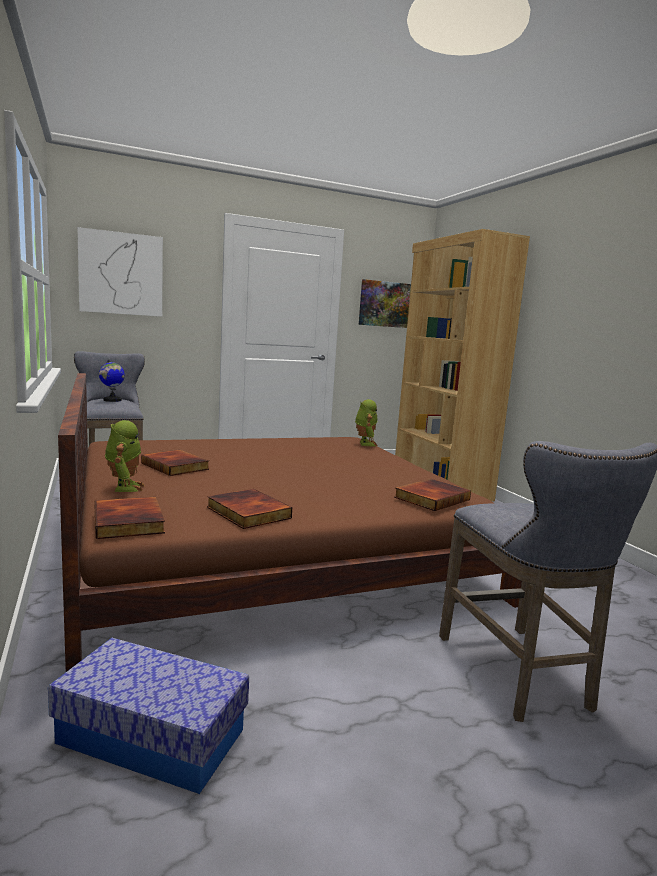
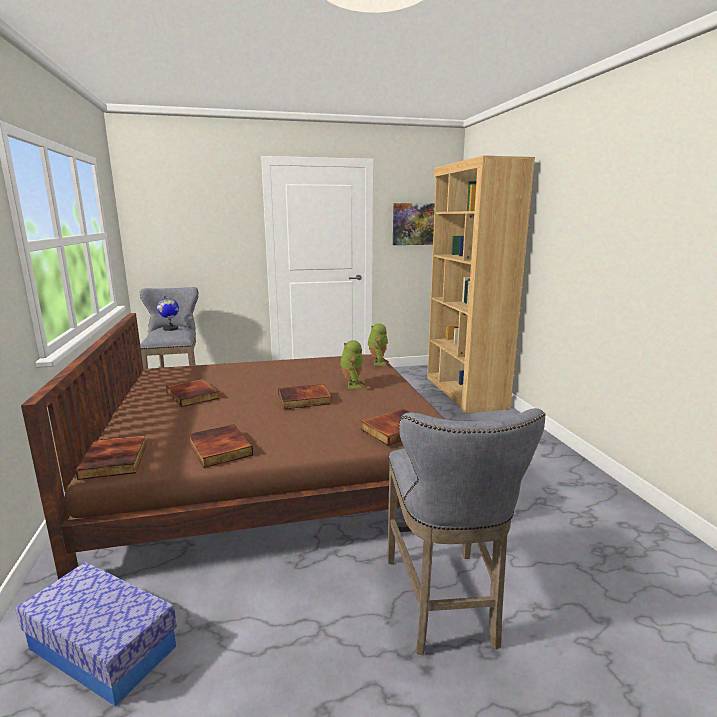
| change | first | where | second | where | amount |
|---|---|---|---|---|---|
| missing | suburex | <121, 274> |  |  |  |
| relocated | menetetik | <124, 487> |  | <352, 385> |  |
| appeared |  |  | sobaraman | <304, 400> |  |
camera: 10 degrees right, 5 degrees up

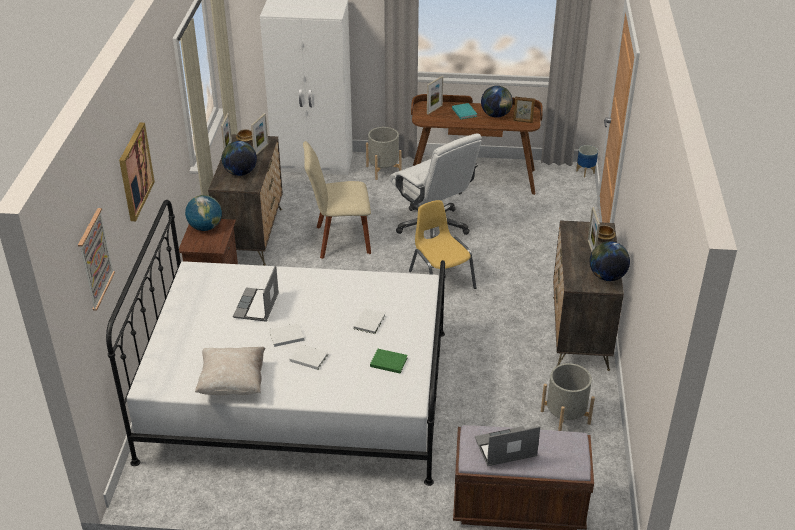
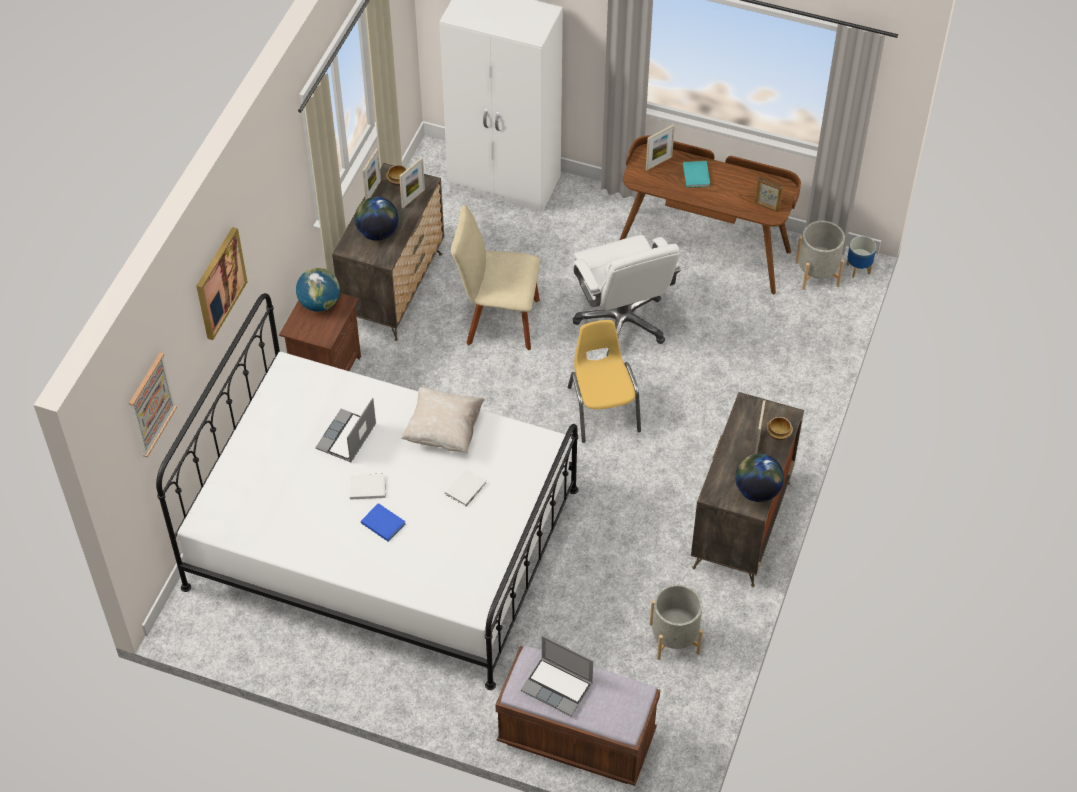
| change | first | where | second | where | amount |
|---|---|---|---|---|---|
| relocated | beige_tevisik | <232, 383> |  | <443, 431> |  |
| colour | white_sobaraman | <308, 357> | blue_sobaraman | <382, 522> |  |
| relocated | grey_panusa | <383, 170> |  | <817, 274> |  |
| missing | green_sobaraman | <388, 361> |  |  |  |
| spun | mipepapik | <505, 448> |  | <558, 687> | 150 degrees counterclockwise |
| missing | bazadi | <496, 115> |  |  |  |
camera: 15 degrees right, 15 degrees up

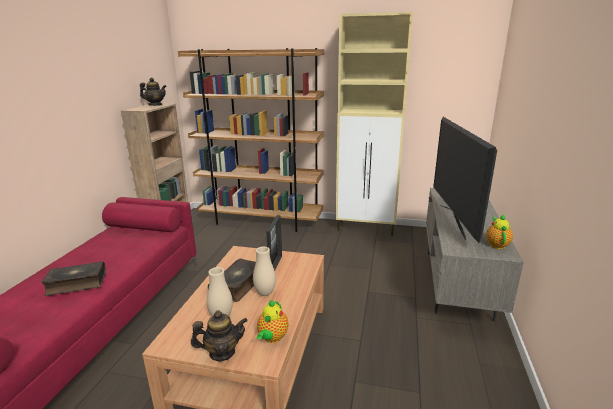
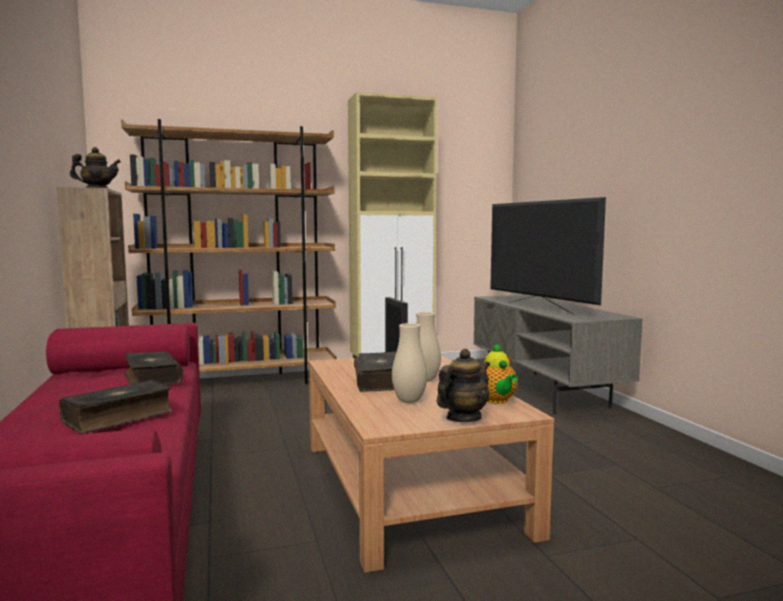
| change | first | where | second | where | amount |
|---|---|---|---|---|---|
| missing | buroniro | <496, 244> |  |  |  |
| appeared |  |  | sobaraman | <151, 379> |  |
camera: 30 degrees left, 15 degrees down

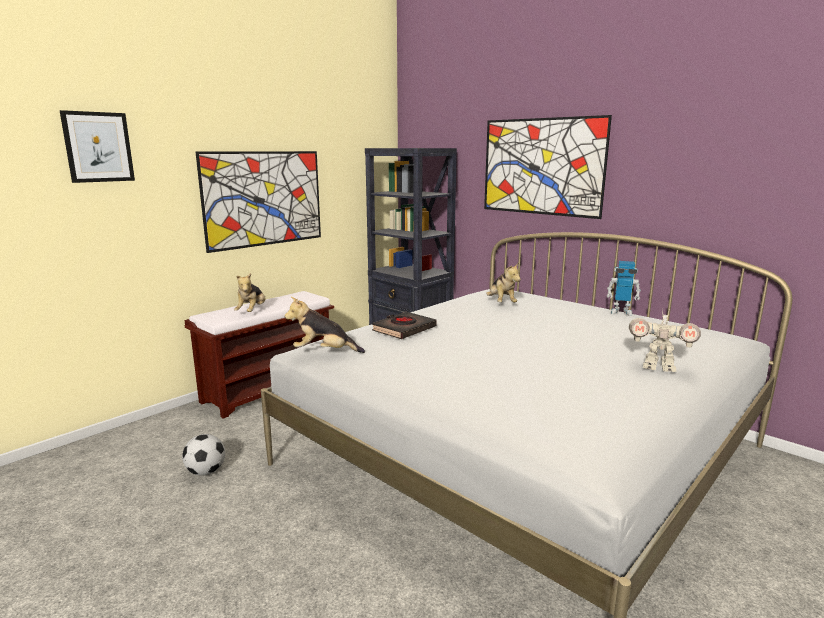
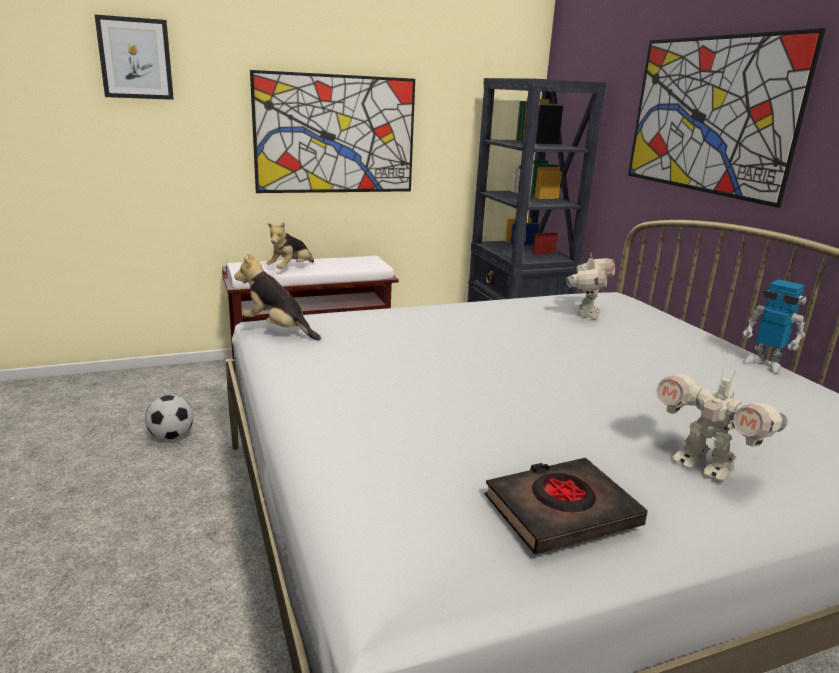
| change | first | where | second | where | amount |
|---|---|---|---|---|---|
| relocated | black_sobaraman | <404, 329> |  | <561, 511> |  |
| exchanged | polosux | <501, 303> | menetetik | <586, 313> |  |
camera: 25 degrees right, 5 degrees up

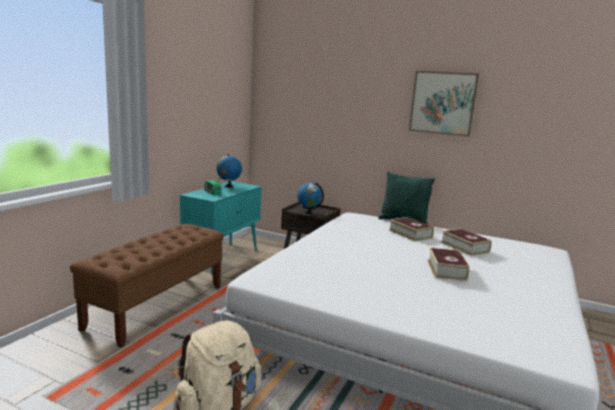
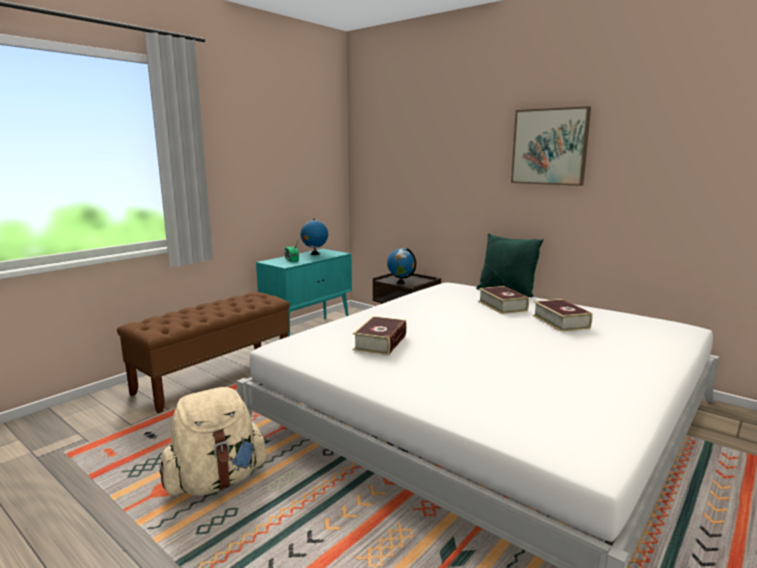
| change | first | where | second | where | amount |
|---|---|---|---|---|---|
| relocated | sobaraman | <446, 270> |  | <380, 342> |  |
camera: 15 degrees right, 0 degrees up

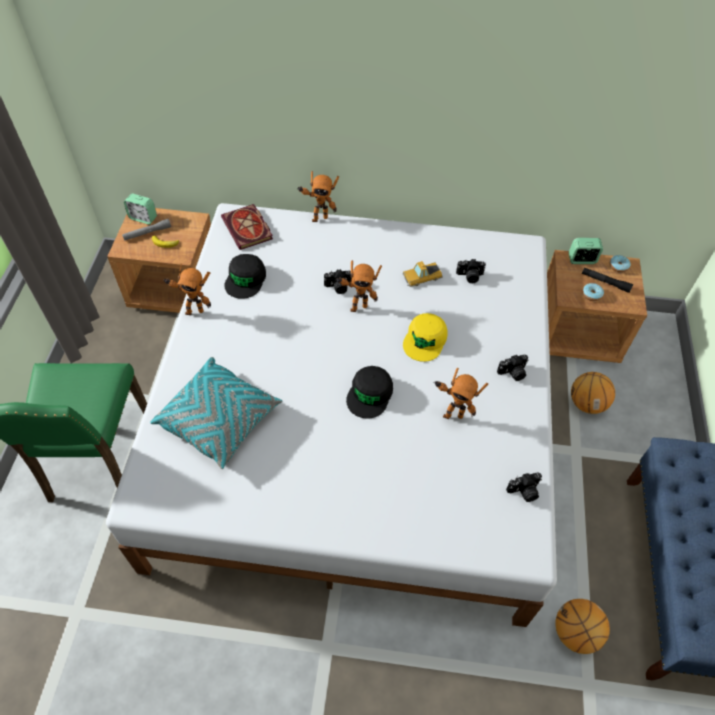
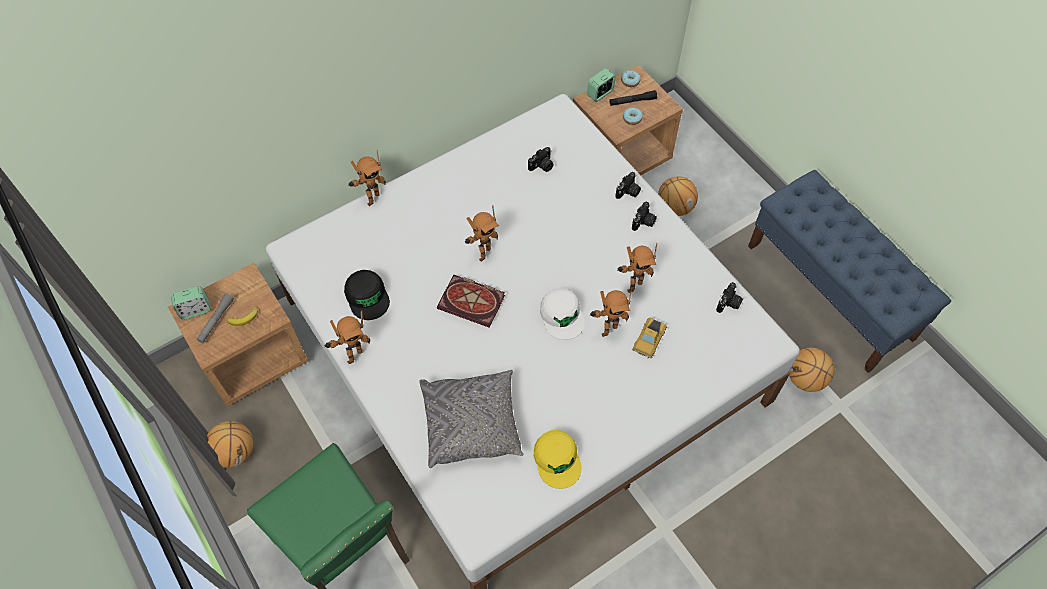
| change | first | where | second | where | amount |
|---|---|---|---|---|---|
| colour | turquoise_tevisik | <220, 420> | grey_tevisik | <471, 423> |  |
| relocated | sobaraman | <248, 229> |  | <473, 302> |  |
| relocated | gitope | <338, 287> |  | <628, 192> |  |
| colour | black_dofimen | <370, 394> | white_dofimen | <562, 316> |  |
| relocated | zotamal | <421, 276> |  | <648, 339> |  |
| relocated | yellow_dofimen | <425, 340> |  | <557, 459> |  |
| appeared |  |  | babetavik | <235, 452> |  |
| appeared |  |  | menetetik | <607, 329> |  |
camera: 40 degrees left, 5 degrees up

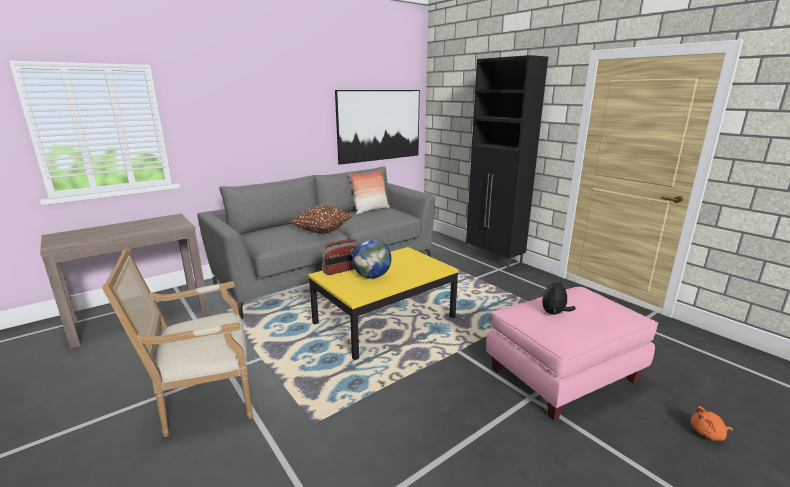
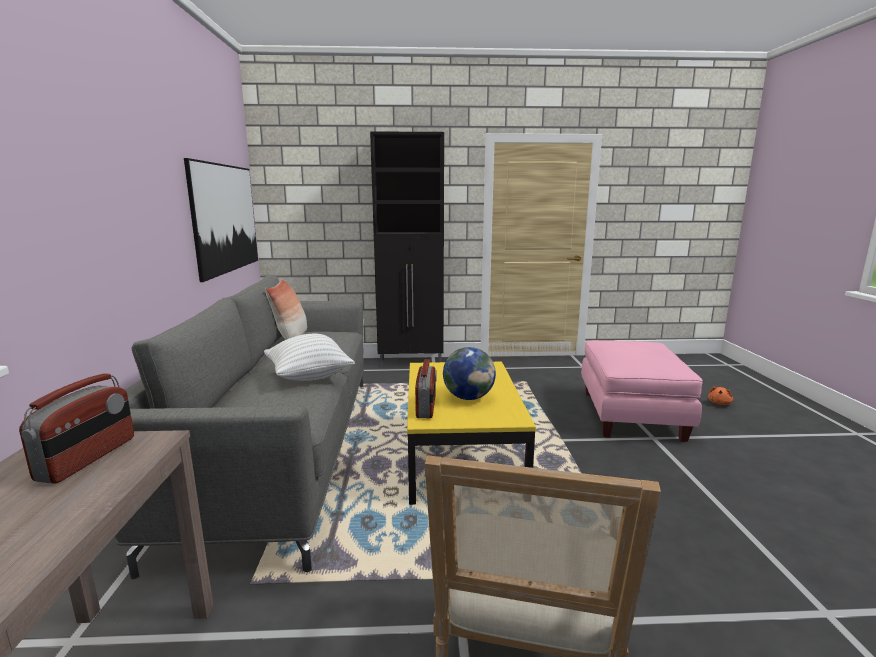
| change | first | where | second | where | amount |
|---|---|---|---|---|---|
| colour | brown_tevisik | <322, 231> | white_tevisik | <309, 377> |  |
| missing | polosux | <554, 313> |  |  |  |
| appeared |  |  | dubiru | <88, 458> |  |
camera: 55 degrees left, 5 degrees down

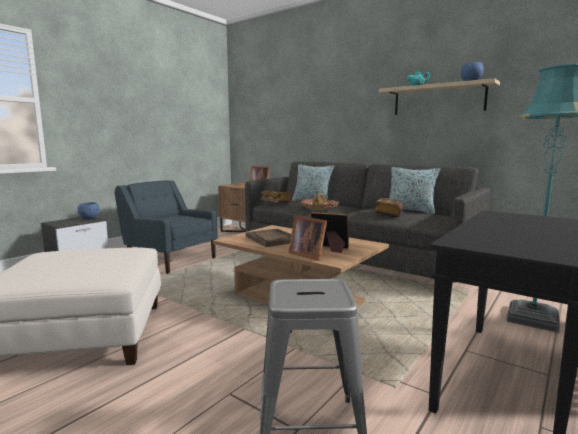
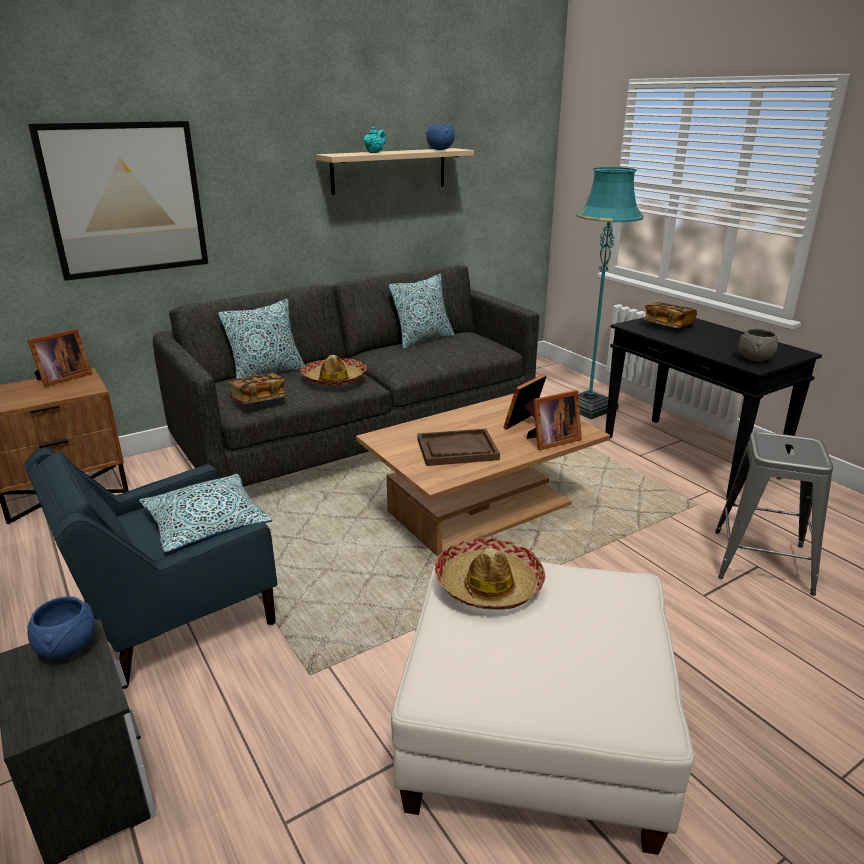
| change | first | where | second | where | amount |
|---|---|---|---|---|---|
| relocated | sobaraman | <388, 214> |  | <667, 326> |  |
| appeared |  |  | suburex | <125, 199> |  |
| appeared |  |  | tevisik | <206, 524> |  |
| appeared |  |  | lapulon | <488, 584> |  |
| appeared |  |  | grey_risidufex | <755, 360> |  |
camera: 70 degrees left, 15 degrees up

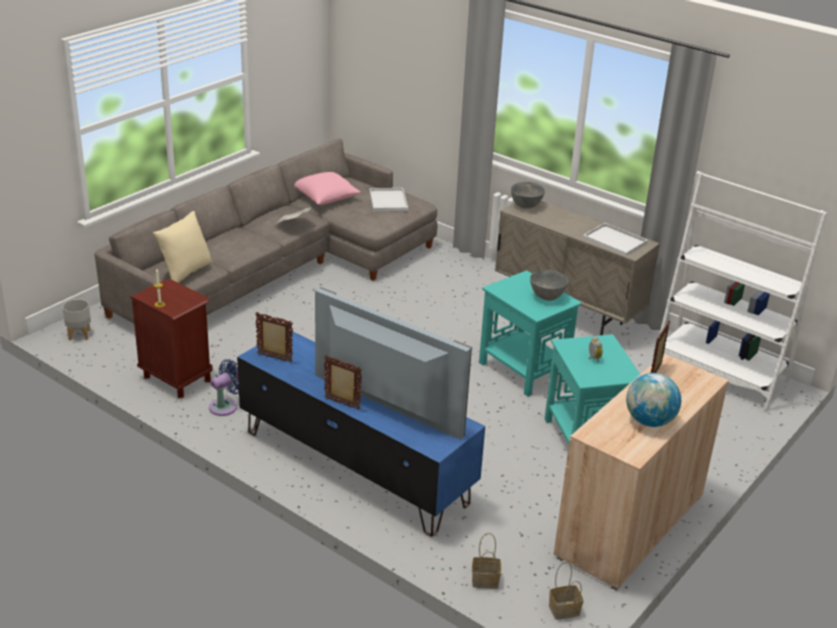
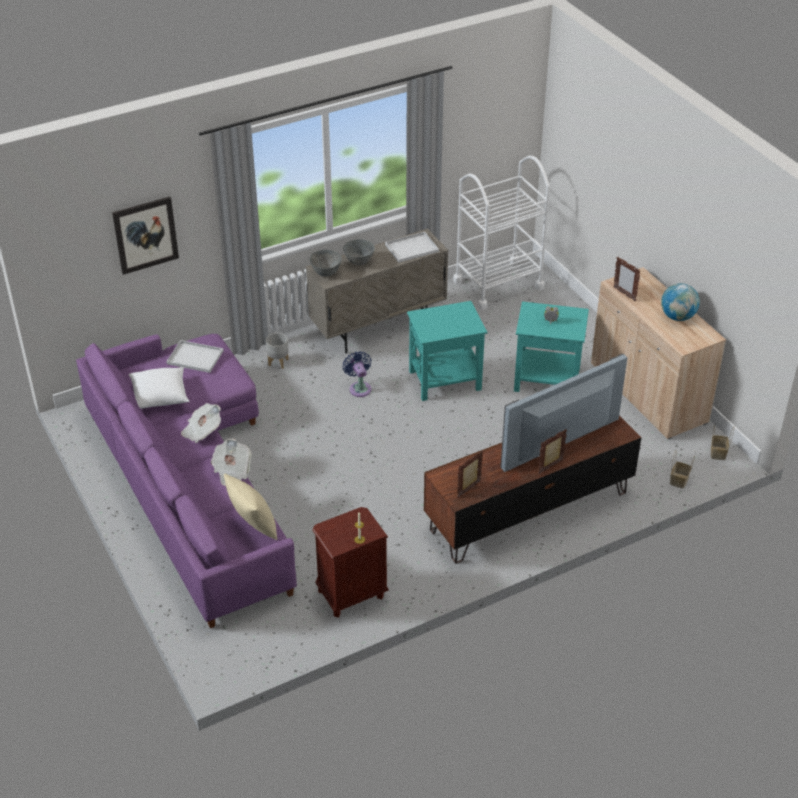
| change | first | where | second | where | amount |
|---|---|---|---|---|---|
| relocated | grey_panusa | <79, 334> |  | <278, 362> |  |
| colour | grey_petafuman | <281, 267> | purple_petafuman | <191, 479> |  |
| relocated | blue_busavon | <226, 406> |  | <359, 388> |  |
| colour | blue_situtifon | <354, 466> | brown_situtifon | <528, 511> |  |
| colour | pink_tevisik | <325, 198> | white_tevisik | <160, 397> |  |
| relocated | grey_risidufex | <547, 297> |  | <359, 262> |  |
| exchanged | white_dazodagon | <720, 372> | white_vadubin | <498, 284> |  |
| appeared |  |  | suburex | <145, 235> |  |
| appeared |  |  | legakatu | <231, 471> |  |
camera: 65 degrees left, 10 degrees up

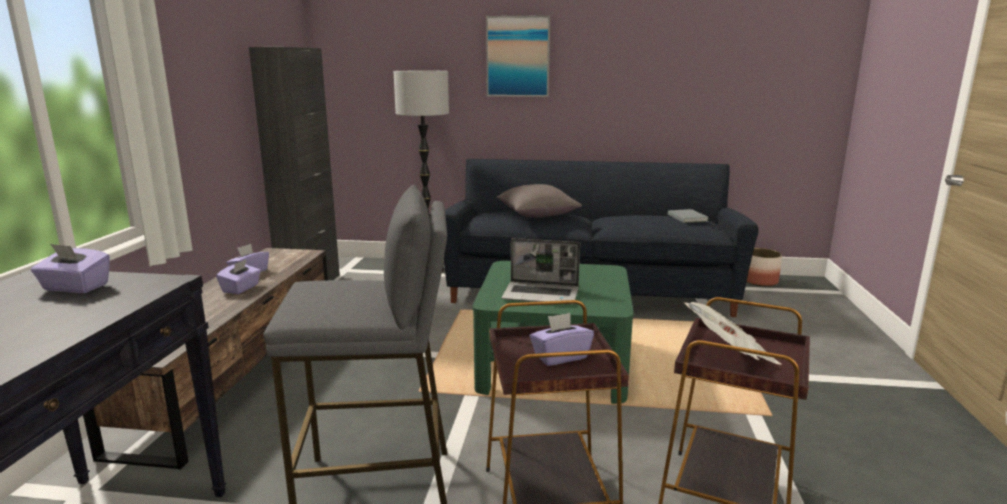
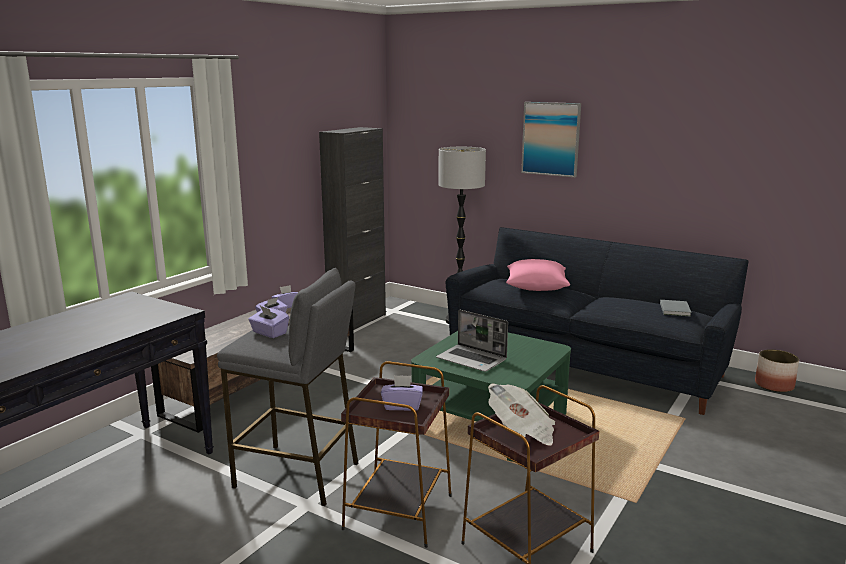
| change | first | where | second | where | amount |
|---|---|---|---|---|---|
| relocated | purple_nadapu | <75, 287> |  | <269, 333> |  |
| colour | grey_tevisik | <537, 215> | pink_tevisik | <536, 287> |  |
camera: 25 degrees right, 0 degrees up

